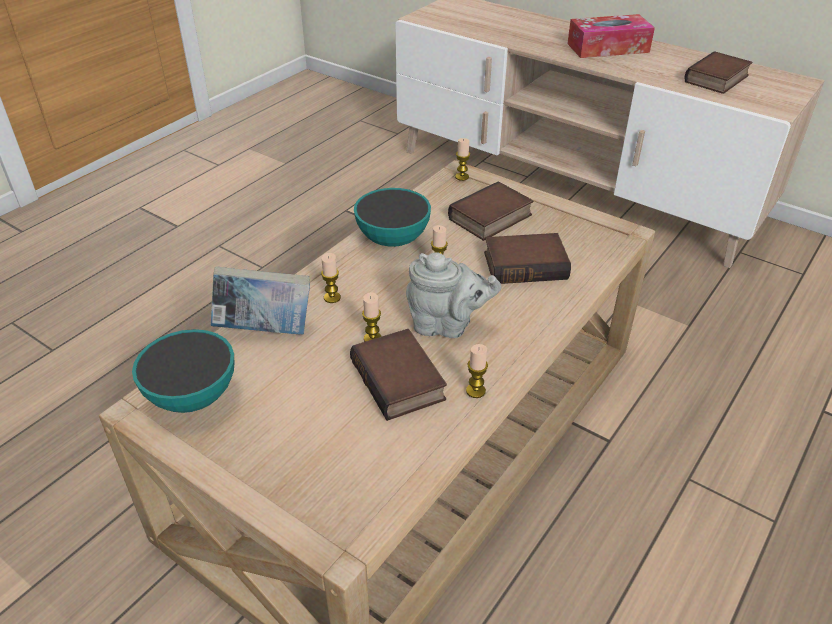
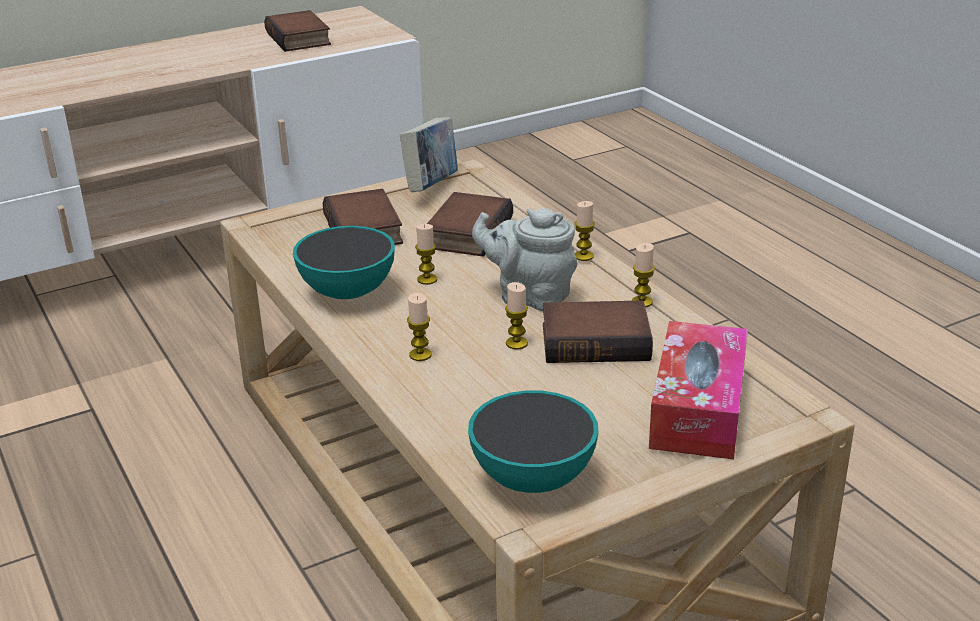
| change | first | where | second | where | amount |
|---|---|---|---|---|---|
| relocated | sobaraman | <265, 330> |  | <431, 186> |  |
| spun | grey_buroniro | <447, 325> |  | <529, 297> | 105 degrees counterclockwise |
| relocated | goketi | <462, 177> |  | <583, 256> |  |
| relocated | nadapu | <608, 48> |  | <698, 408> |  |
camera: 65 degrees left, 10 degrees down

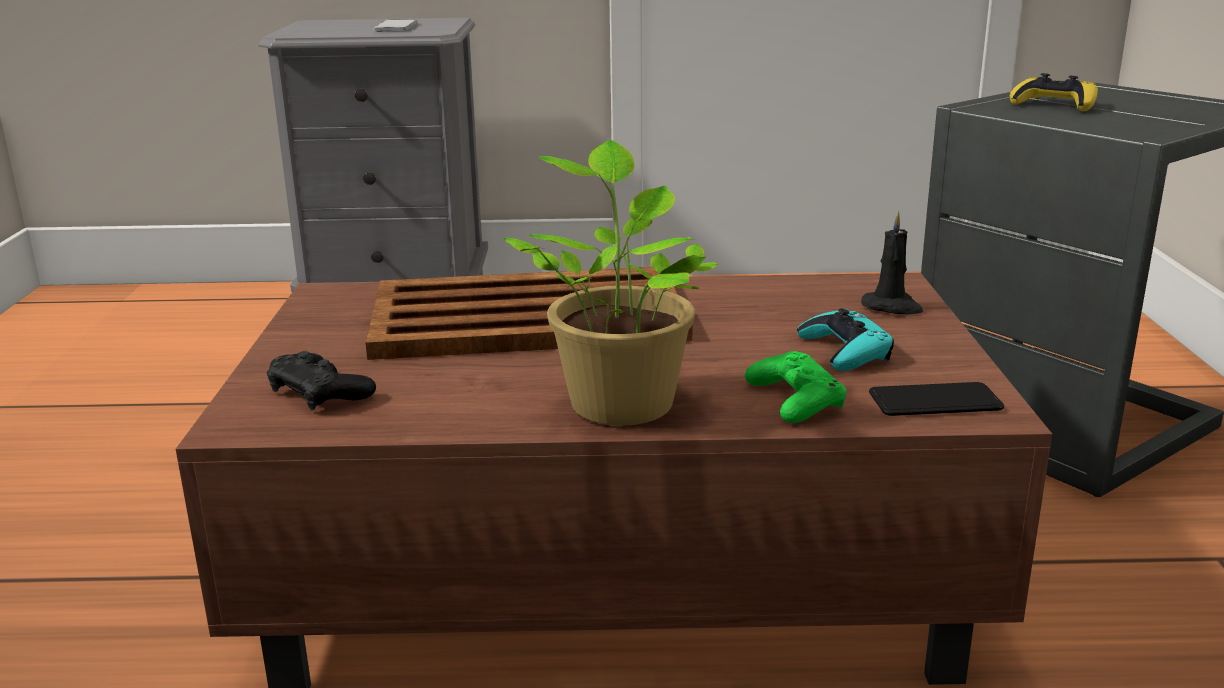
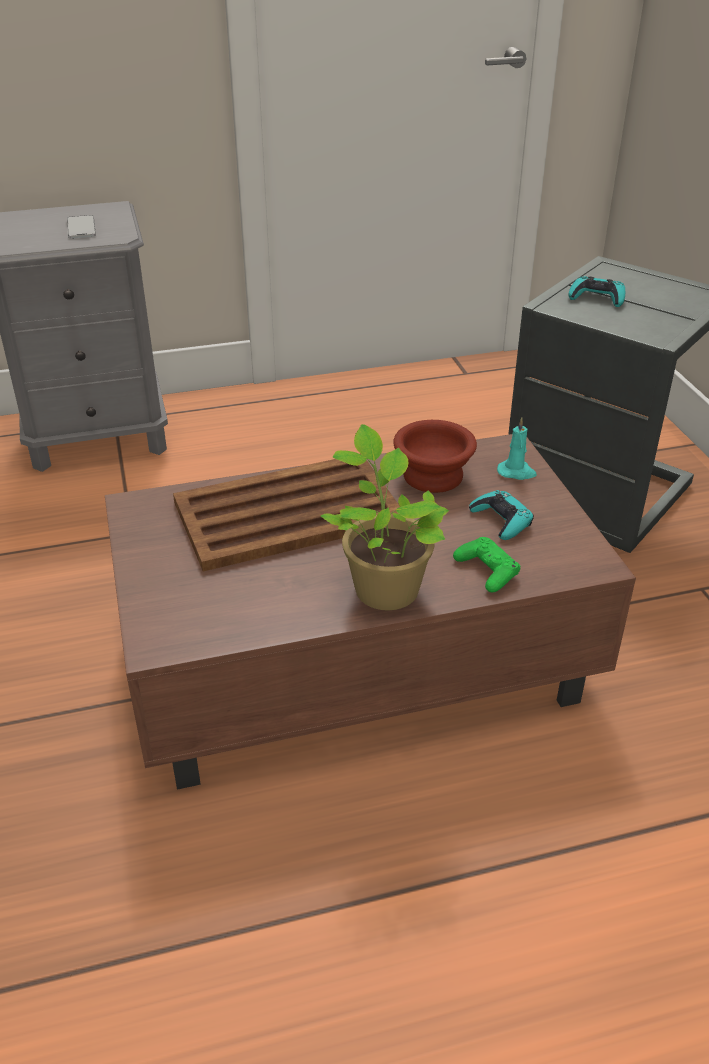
| change | first | where | second | where | amount |
|---|---|---|---|---|---|
| missing | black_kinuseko | <320, 393> |  |  |  |
| colour | black_goketi | <892, 307> | turquoise_goketi | <516, 472> |  |
| missing | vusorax | <935, 402> |  |  |  |
| colour | yellow_kinuseko | <1054, 105> | turquoise_kinuseko | <597, 298> |  |
| appeared |  |  | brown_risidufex | <431, 477> |  |
camera: 15 degrees left, 15 degrees up

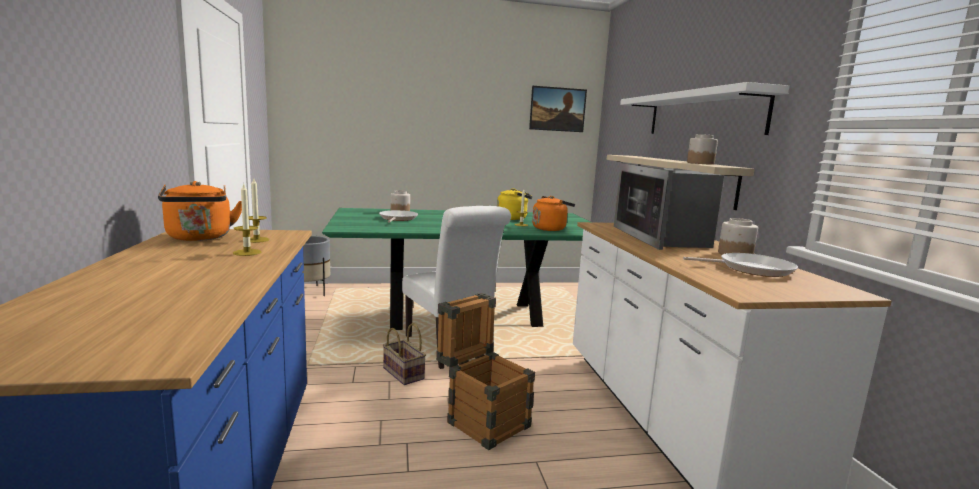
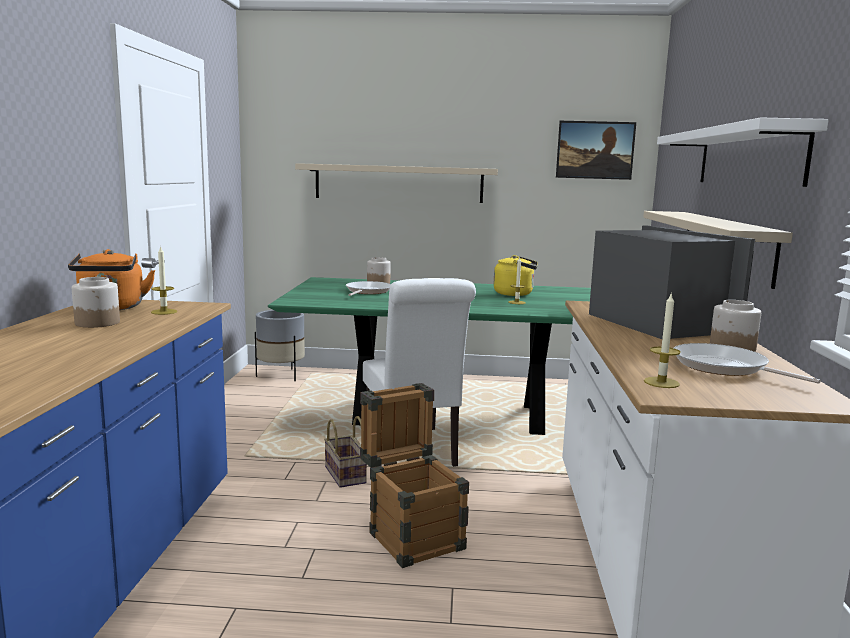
| change | first | where | second | where | amount |
|---|---|---|---|---|---|
| relocated | goketi | <247, 252> |  | <661, 382> |  |
| missing | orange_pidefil | <550, 229> |  |  |  |
| spun | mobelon | <661, 237> |  | <655, 323> | 150 degrees clockwise |
| spun | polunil | <751, 269> |  | <724, 367> | 150 degrees counterclockwise |
| relocated | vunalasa | <700, 163> |  | <98, 323> |  |
| appeared |  |  | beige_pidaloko | <399, 183> |  |
camera: 15 degrees right, 0 degrees up

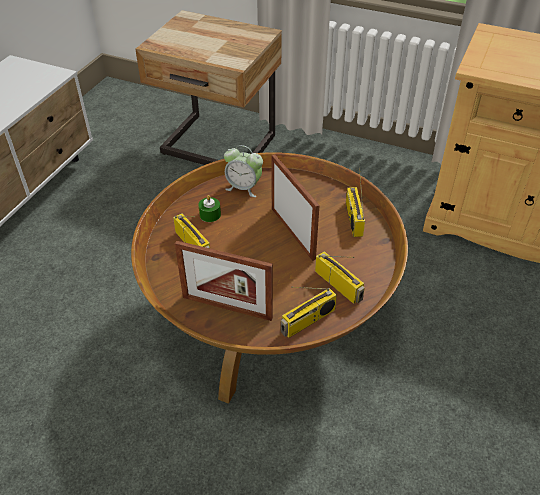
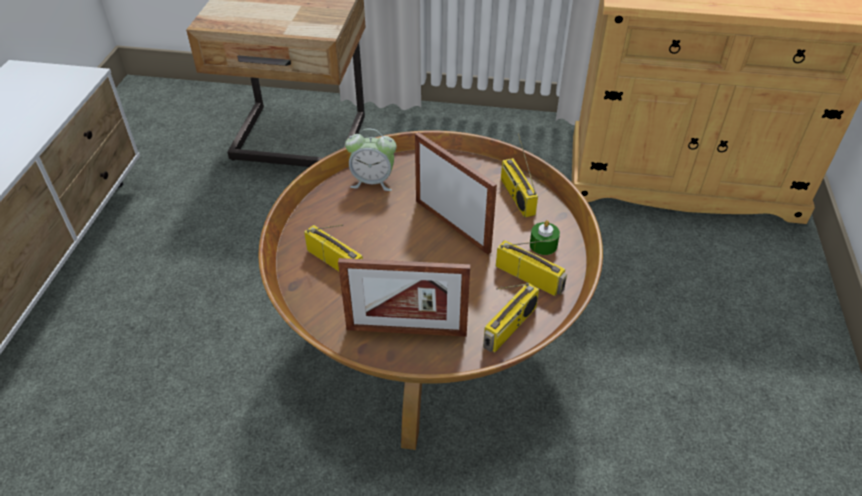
| change | first | where | second | where | amount |
|---|---|---|---|---|---|
| relocated | green_goketi | <210, 214> |  | <543, 245> |  |
camera: 15 degrees left, 0 degrees up

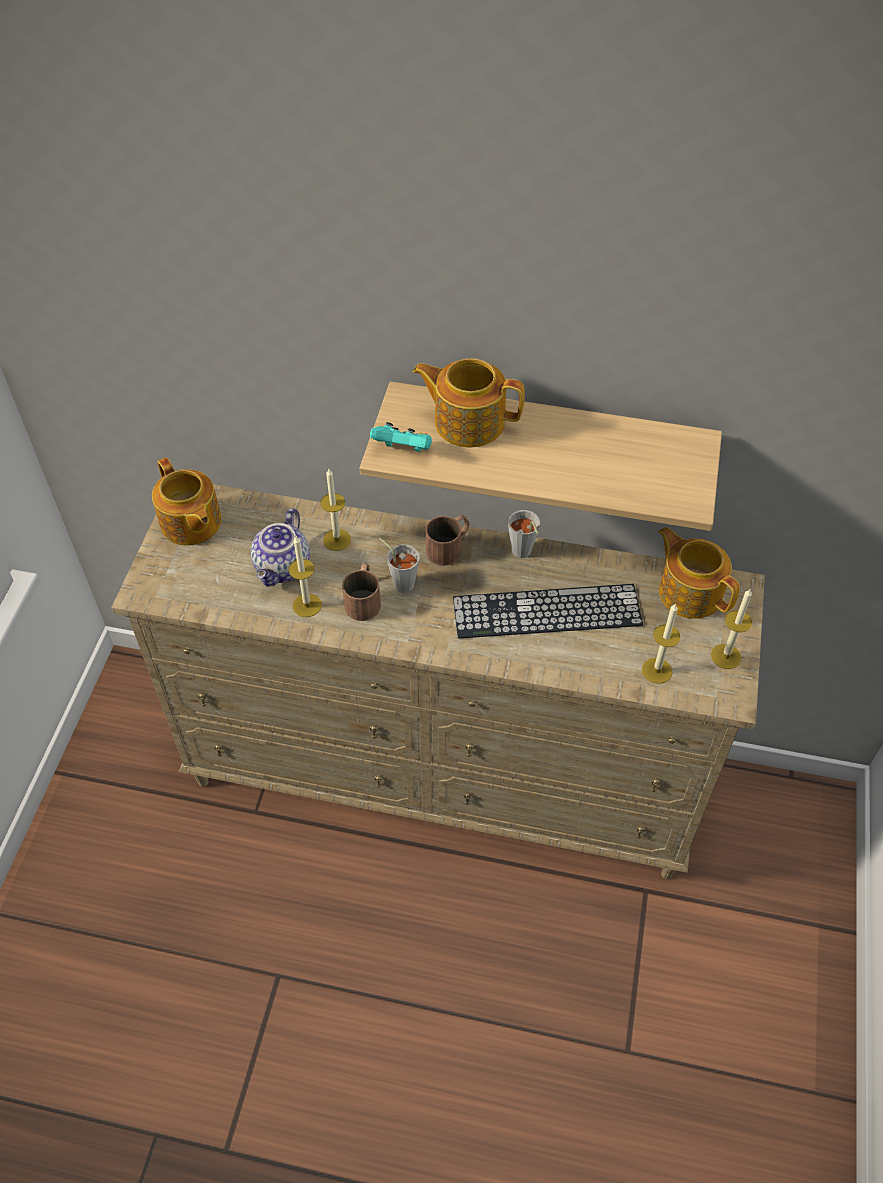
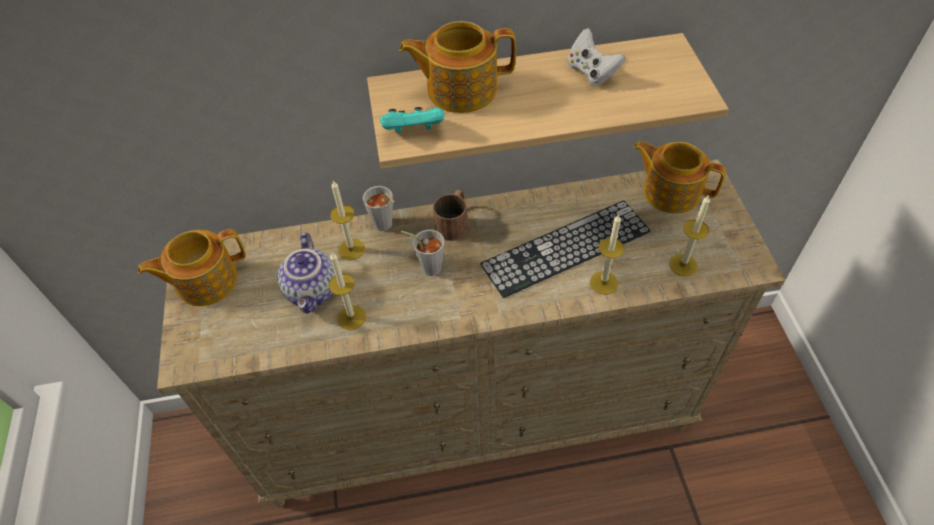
| change | first | where | second | where | amount |
|---|---|---|---|---|---|
| spun | buroniro | <190, 523> |  | <205, 281> | 120 degrees clockwise |
| missing | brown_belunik | <364, 598> |  |  |  |
| relocated | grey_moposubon | <522, 554> |  | <385, 226> |  |
| relocated | goketi | <725, 656> |  | <603, 282> |  |
| appeared |  |  | white_kinuseko | <591, 72> |  |
camera: 20 degrees left, 0 degrees up

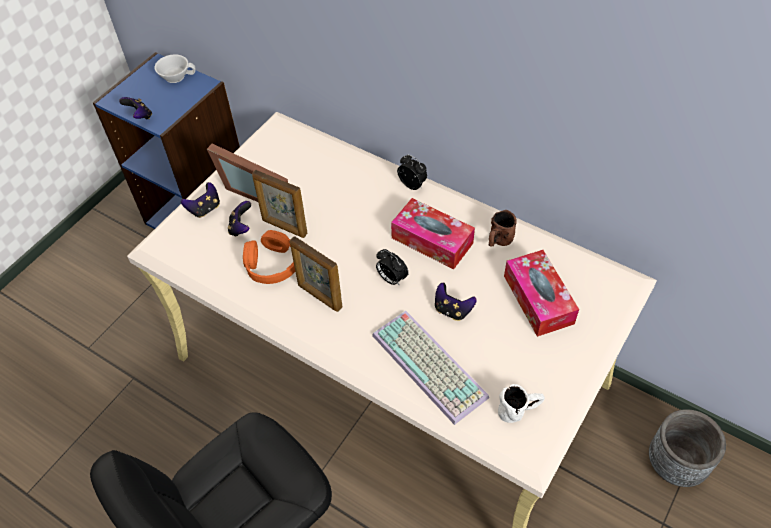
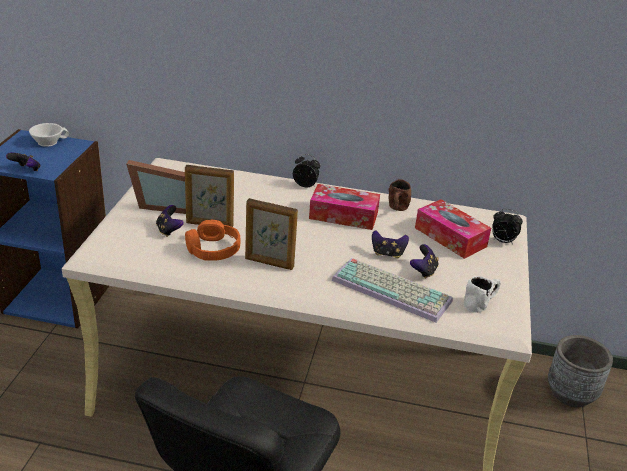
| change | first | where | second | where | amount |
|---|---|---|---|---|---|
| relocated | kinuseko | <205, 209> |  | <423, 271> |  |
| relocated | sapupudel | <391, 279> |  | <502, 241> |  |
camera: 25 degrees left, 20 degrees down

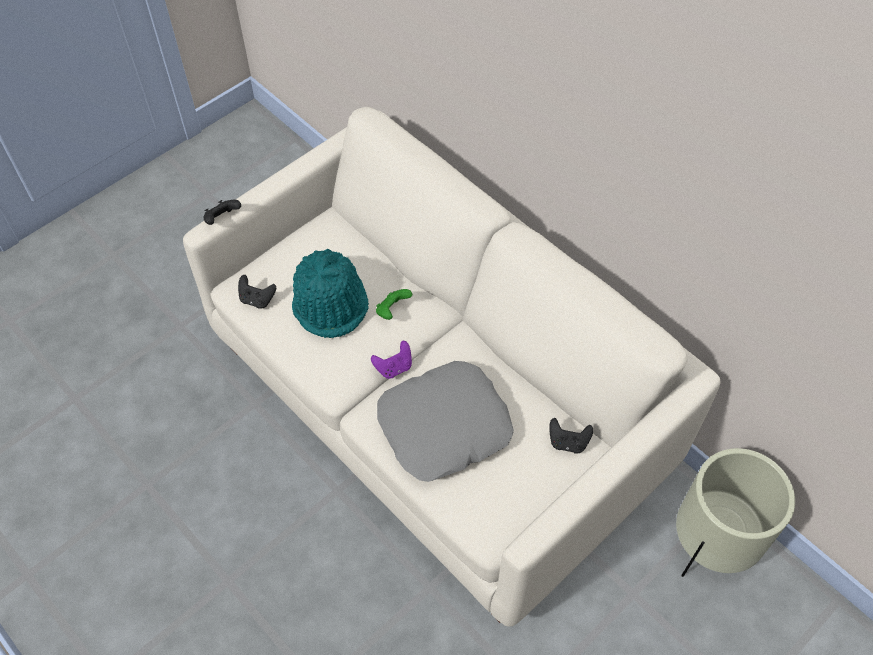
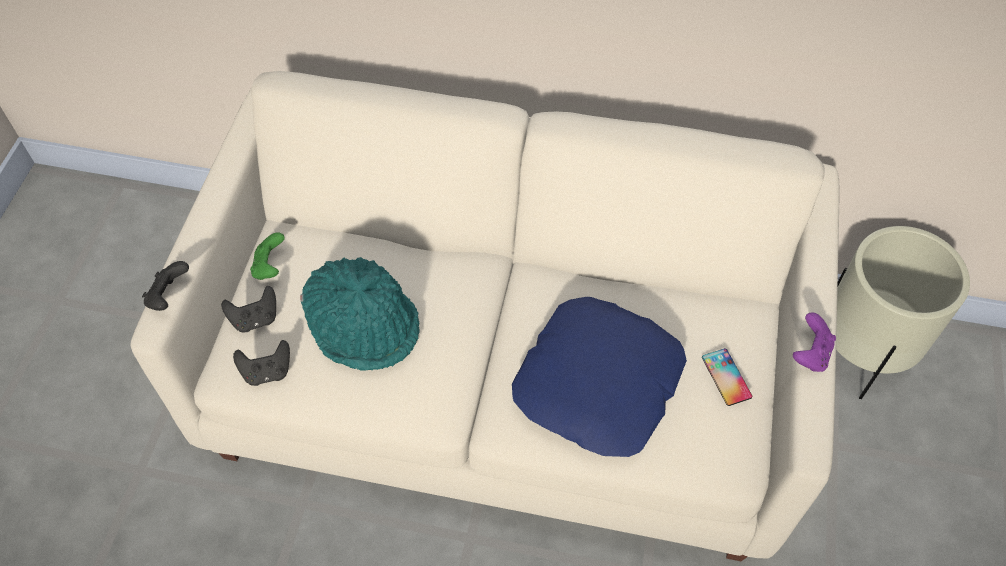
| change | first | where | second | where | amount |
|---|---|---|---|---|---|
| relocated | purple_kinuseko | <394, 367> |  | <810, 354> |  |
| relocated | green_kinuseko | <392, 311> |  | <270, 267> |  |
| colour | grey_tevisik | <444, 427> | blue_tevisik | <599, 384> |  |
| relocated | black_kinuseko | <568, 442> |  | <255, 319> |  |
| appeared |  |  | vusorax | <726, 377> |  |
camera: 35 degrees left, 0 degrees up

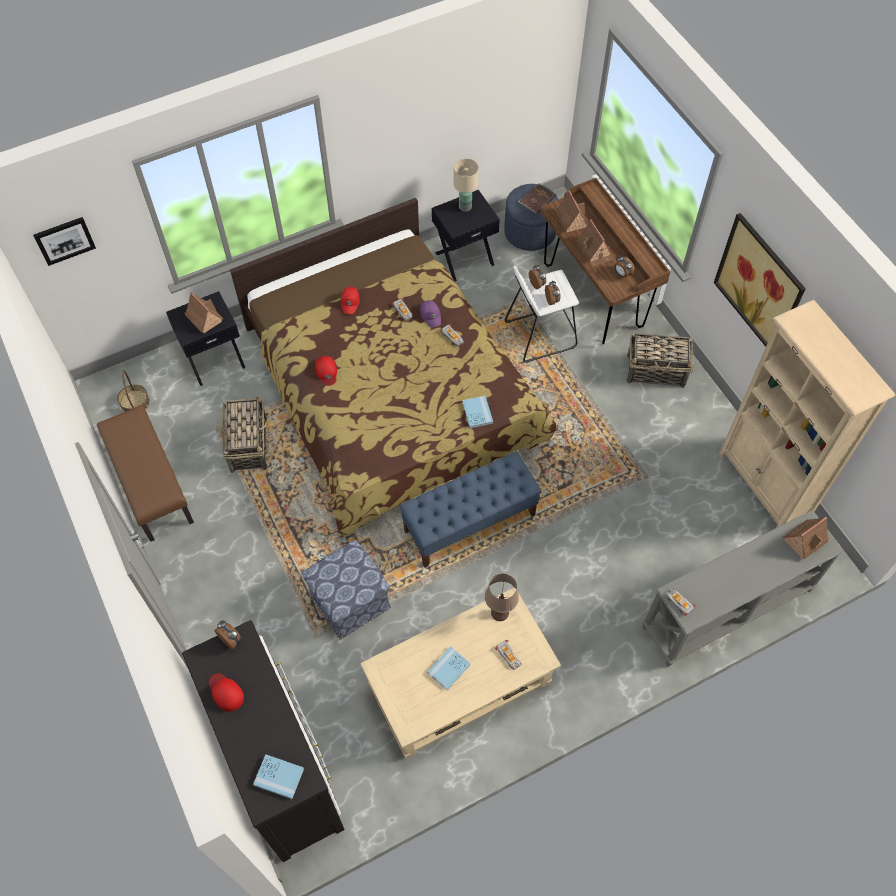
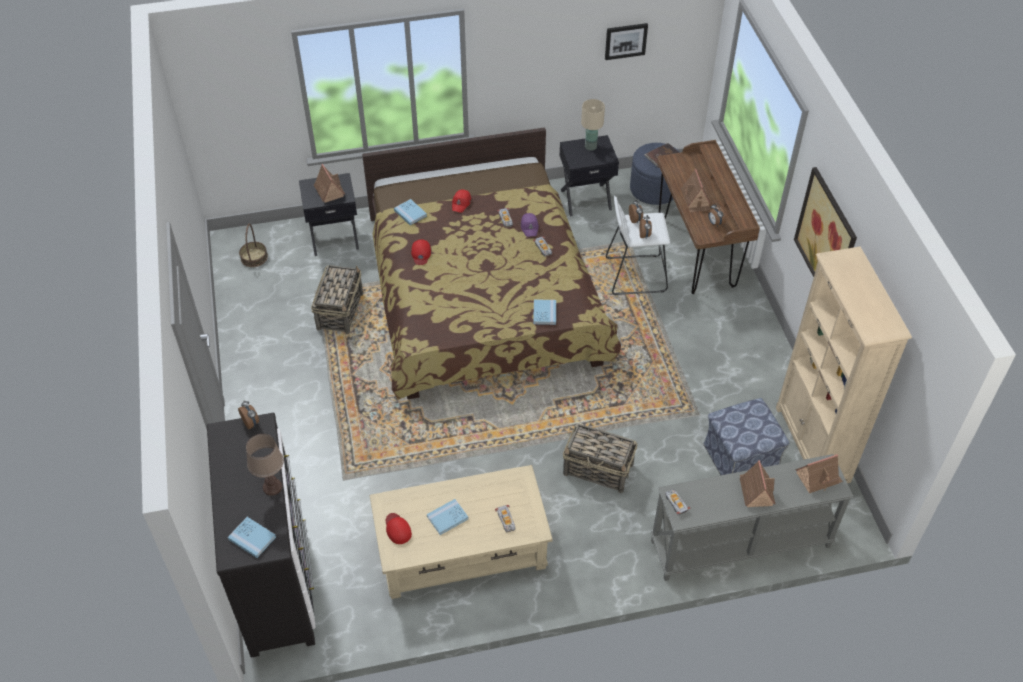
| change | first | where | second | where | amount |
|---|---|---|---|---|---|
| relocated | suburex | <64, 240> |  | <625, 40> |  |
| missing | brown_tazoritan | <151, 485> |  |  |  |
| relocated | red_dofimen | <226, 692> |  | <397, 529> |  |
| relocated | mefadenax | <349, 601> |  | <739, 458> |  |
| missing | blue_tazoritan | <470, 522> |  |  |  |
| relocated | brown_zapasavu | <499, 612> |  | <272, 487> |  |
| relocated | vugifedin | <570, 219> |  | <756, 491> |  |
| relocated | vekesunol | <656, 371> |  | <599, 469> |  |
| appeared |  |  | blue_sobaraman | <410, 213> |  |
camera: 15 degrees right, 10 degrees down

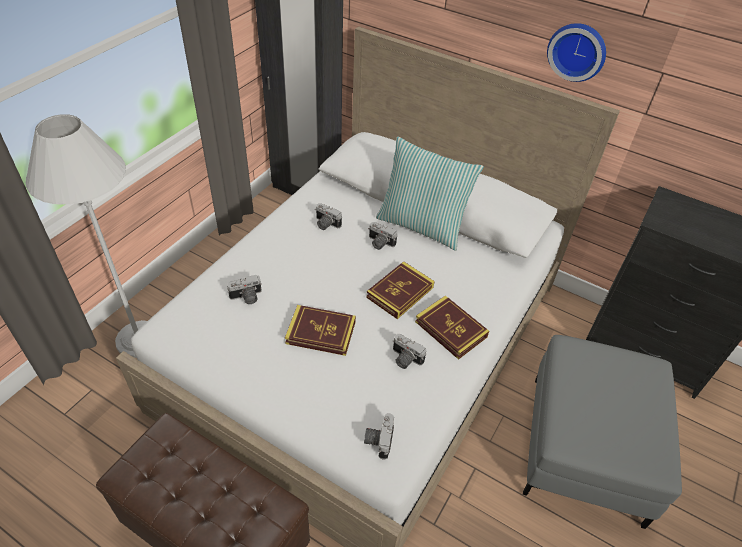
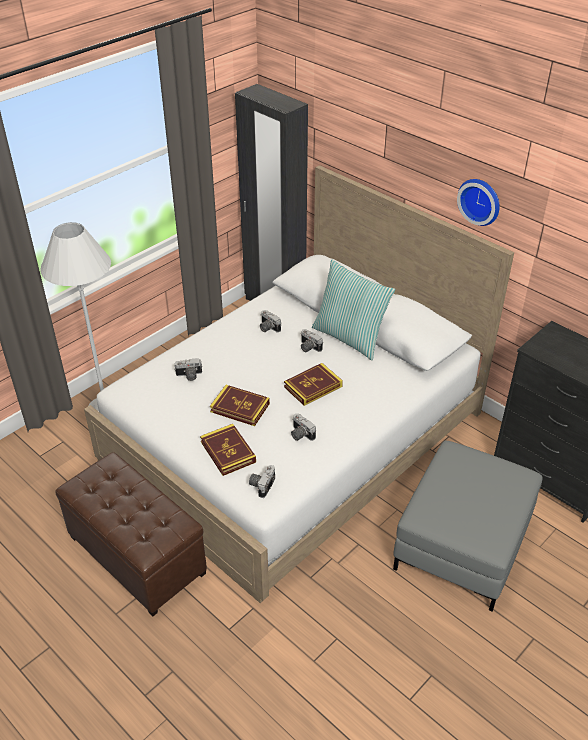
| change | first | where | second | where | amount |
|---|---|---|---|---|---|
| relocated | sobaraman | <451, 329> |  | <228, 452> |  |
camera: 15 degrees right, 5 degrees down

